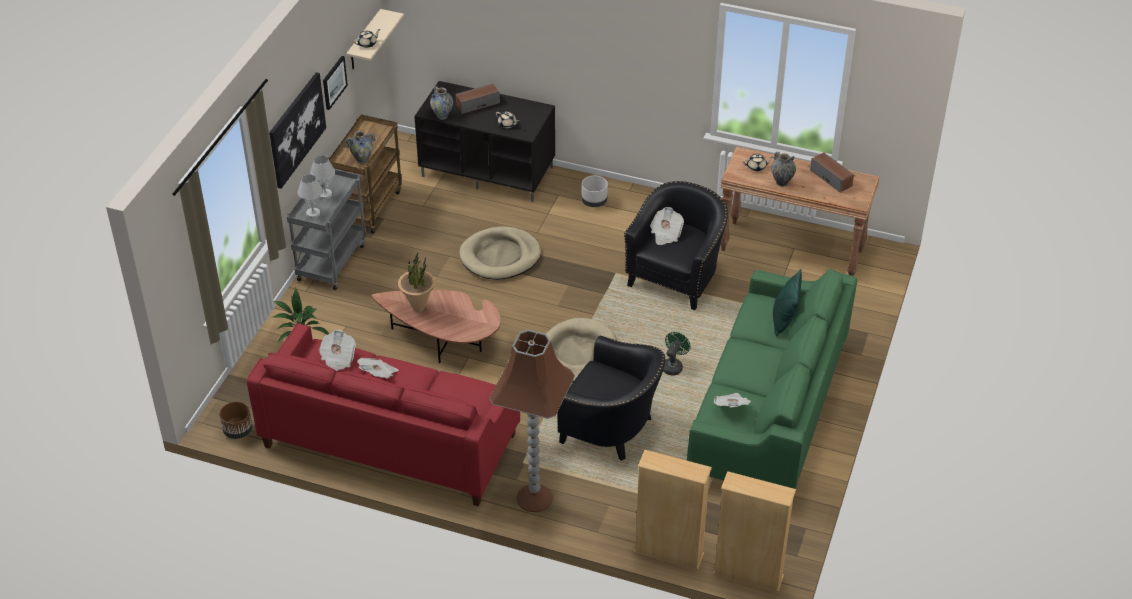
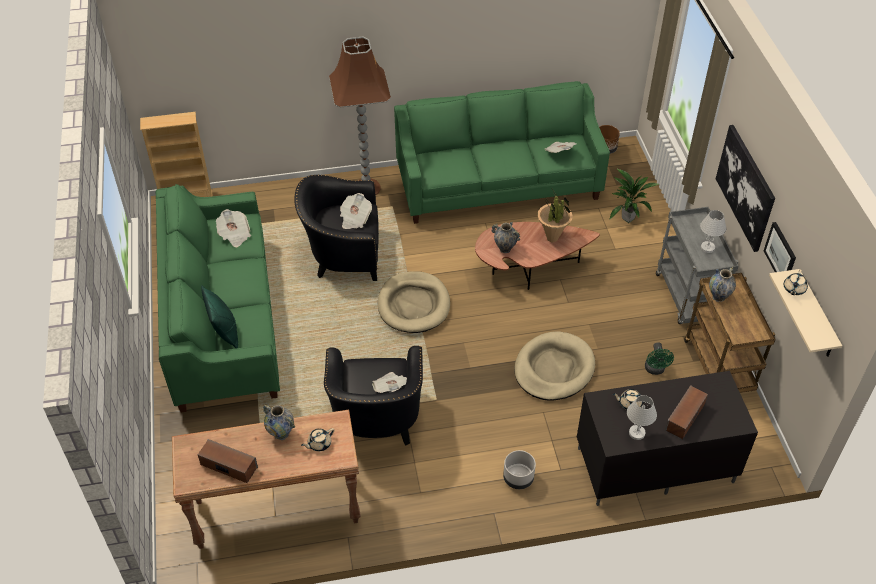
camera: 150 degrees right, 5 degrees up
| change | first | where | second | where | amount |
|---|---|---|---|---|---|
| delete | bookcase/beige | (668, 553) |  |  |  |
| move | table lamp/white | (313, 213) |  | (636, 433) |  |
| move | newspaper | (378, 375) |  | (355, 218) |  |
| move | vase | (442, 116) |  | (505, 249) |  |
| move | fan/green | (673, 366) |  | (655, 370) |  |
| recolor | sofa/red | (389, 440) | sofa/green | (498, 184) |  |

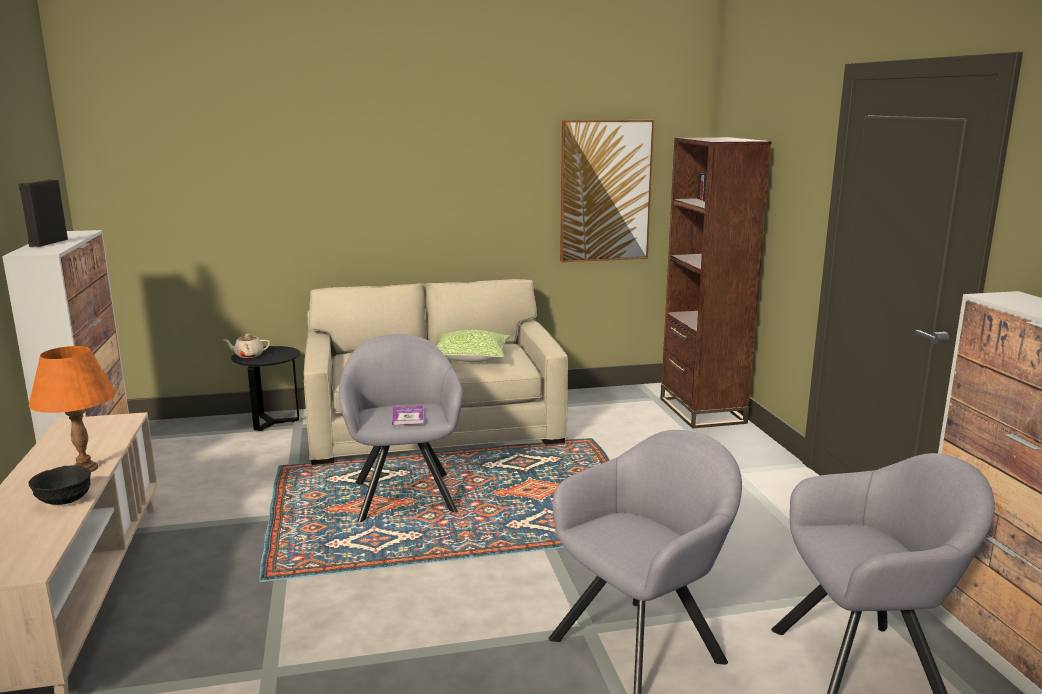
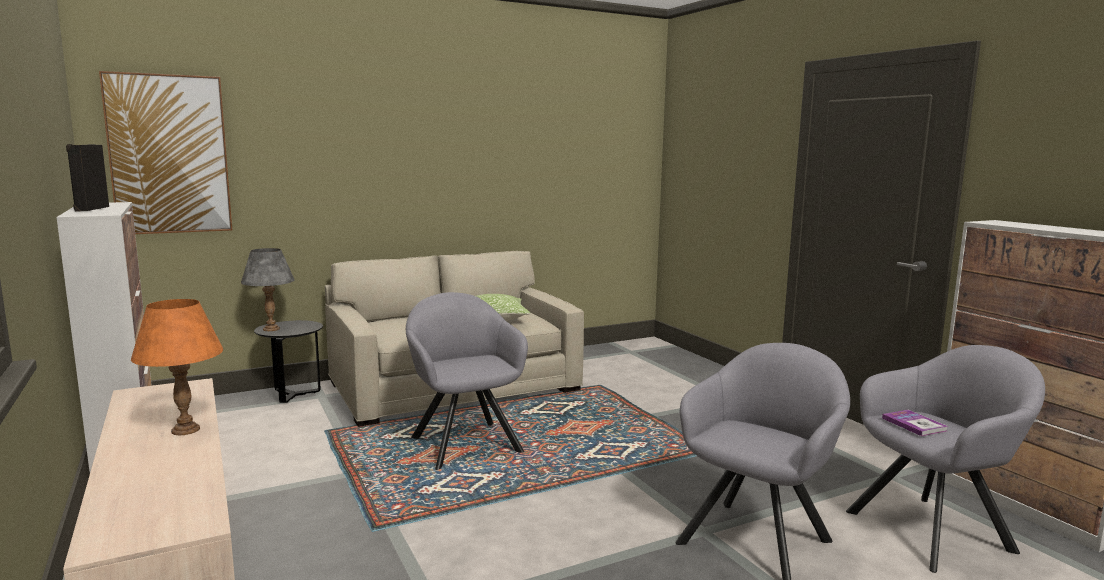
camera: 15 degrees left, 5 degrees down
| change | first | where | second | where | amount |
|---|---|---|---|---|---|
| delete | bowl/black | (63, 500) |  |  |  |
| delete | bookcase/brown | (701, 411) |  |  |  |
| move | book | (408, 417) |  | (914, 424) |  |
| move | picture | (605, 191) |  | (169, 154) |  |
| replace | teapot/beige | (248, 355) | table lamp/grey | (271, 329) |  |

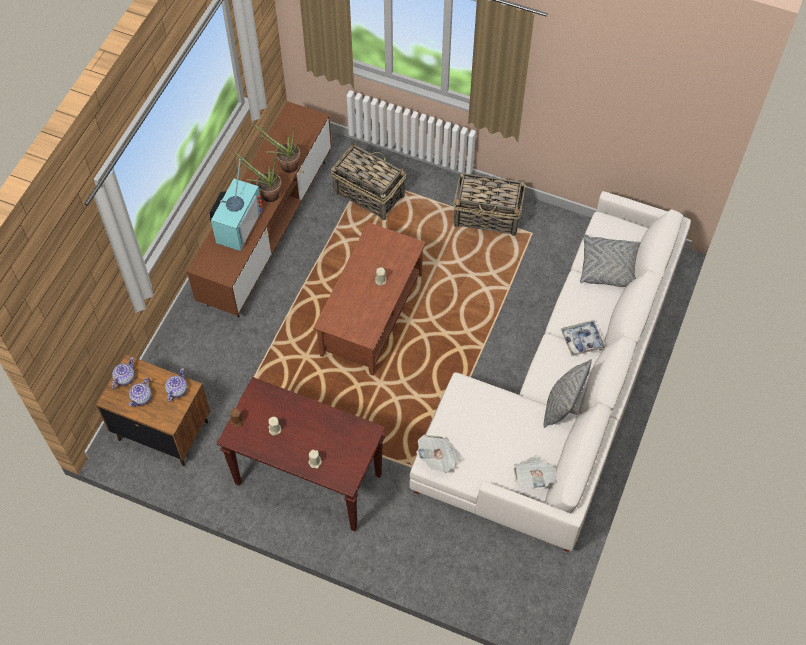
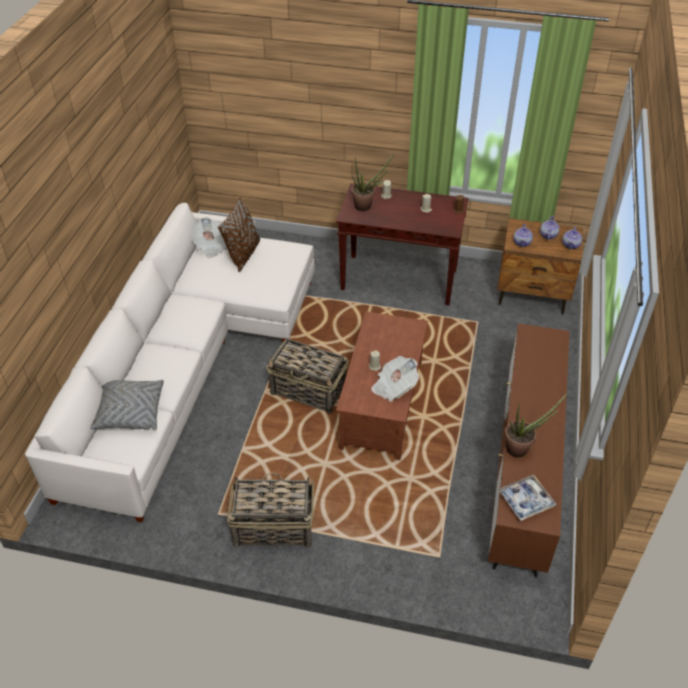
camera: 170 degrees right, 15 degrees down
| change | first | where | second | where | amount |
|---|---|---|---|---|---|
| delete | television | (237, 224) |  |  |  |
| delete | pillow/grey | (562, 405) |  |  |  |
| insert |  |  | pillow/brown | (243, 255) |  |
| move | potted plant | (266, 194) |  | (366, 206) |  |
| move | basket | (368, 194) |  | (309, 391) |  |
| move | newspaper | (439, 458) |  | (394, 387) |  |
| move | tray | (582, 340) |  | (526, 500) |  |

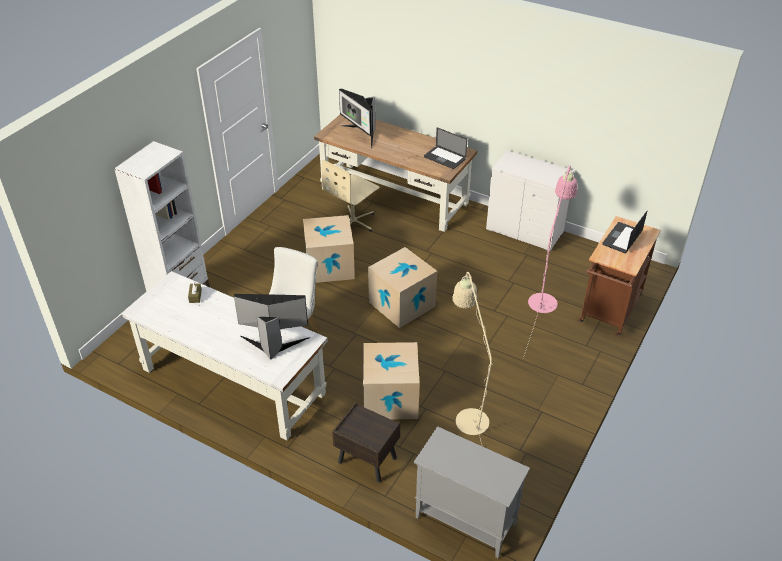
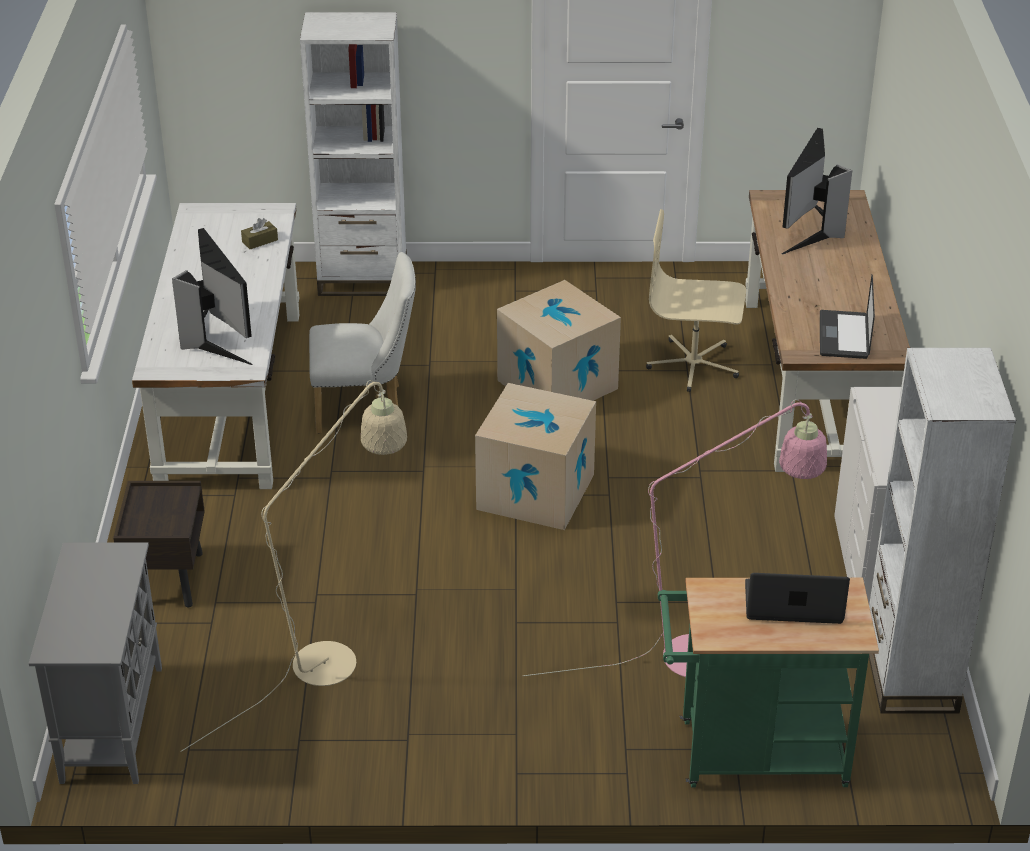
camera: 60 degrees right, 5 degrees down
| change | first | where | second | where | amount |
|---|---|---|---|---|---|
| delete | cardboard box | (390, 398) |  |  |  |
| insert |  |  | bookcase/white | (910, 673) |  |
| recolor | cart/brown | (609, 312) | cart/green | (751, 755) |  |

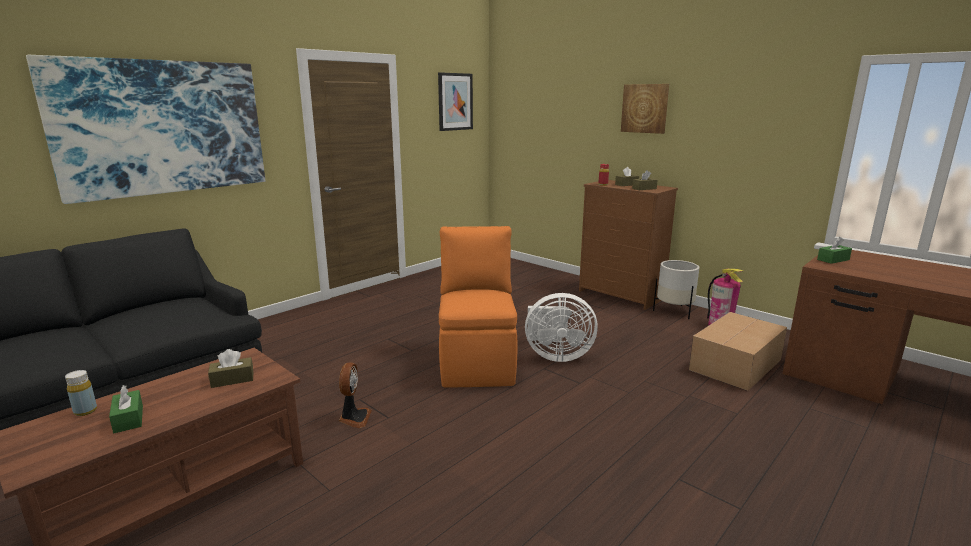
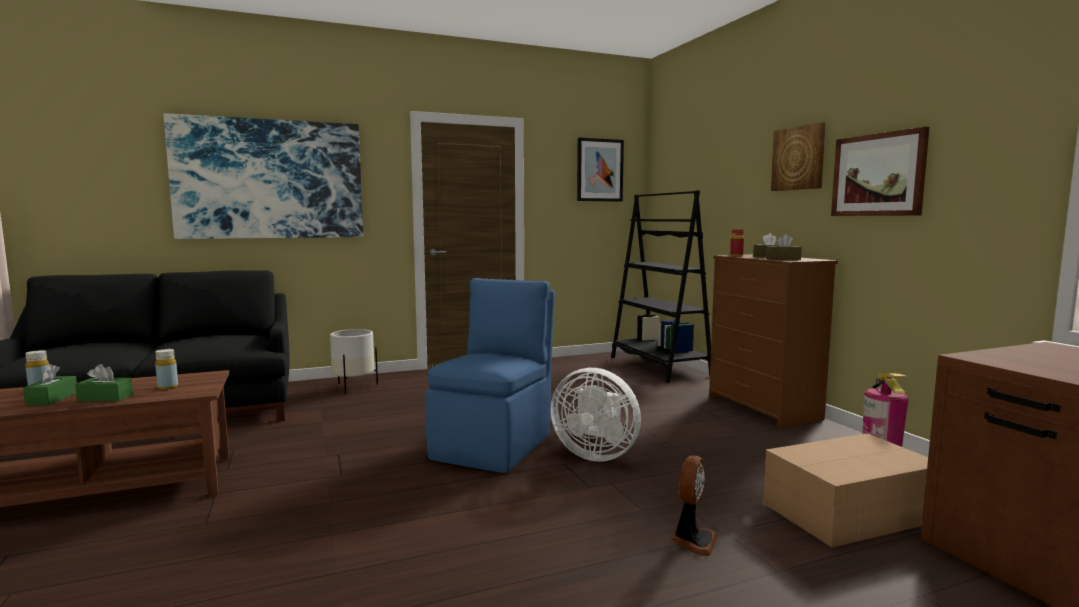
camera: 25 degrees right, 10 degrees down
| change | first | where | second | where | amount |
|---|---|---|---|---|---|
| insert |  |  | bookcase/black | (659, 366) |  |
| insert |  |  | picture | (878, 175) |  |
| move | fan | (354, 418) |  | (693, 540) |  |
| move | planter/white | (674, 311) |  | (354, 387) |  |
| move | tissue box/green | (833, 260) |  | (105, 398) |  |
| replace | tissue box/brown | (232, 379) | bottle/yellow | (168, 387) |  |
| recolor | chair/orange | (477, 363) | chair/blue | (494, 445) |  |

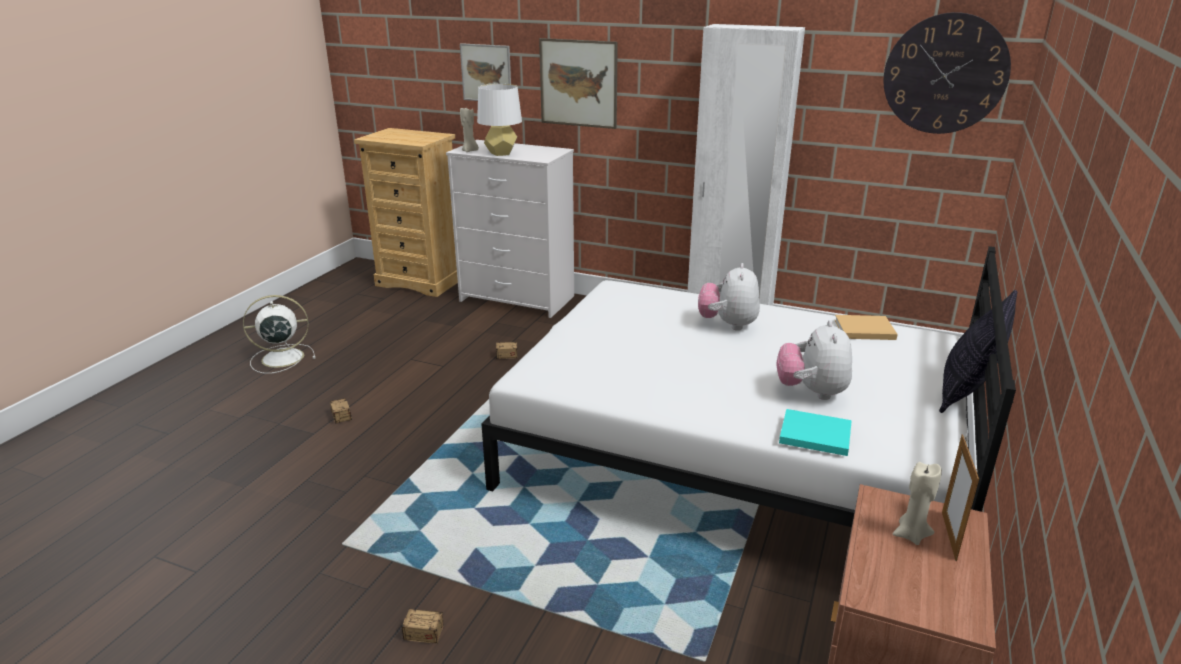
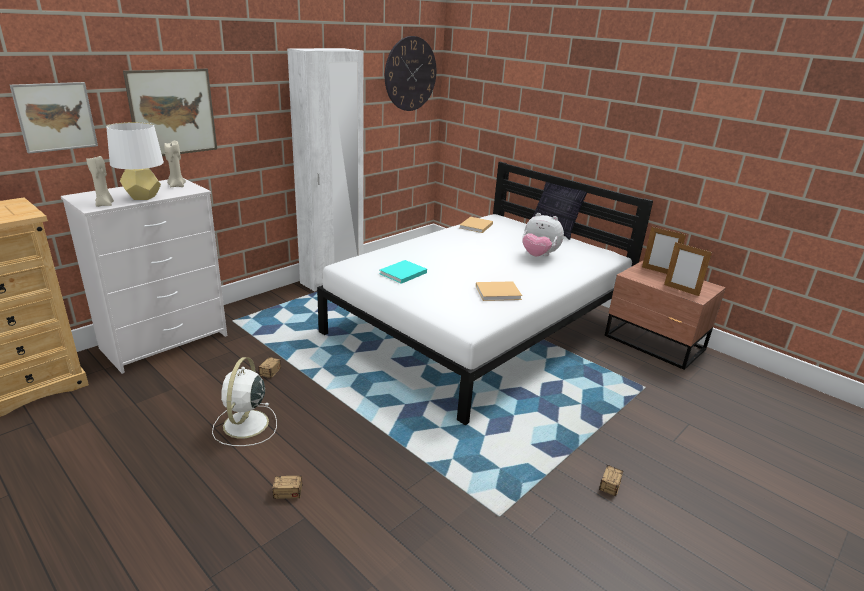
camera: 70 degrees left, 0 degrees up
| change | first | where | second | where | amount |
|---|---|---|---|---|---|
| delete | plush toy | (728, 324) |  |  |  |
| insert |  |  | book/beige | (499, 293) |  |
| insert |  |  | picture frame | (681, 290) |  |
| move | fan/white | (280, 358) |  | (245, 425) |  |
| move | book/turquoise | (812, 434) |  | (402, 273) |  |
| move | candle/beige | (911, 535) |  | (176, 186) |  |

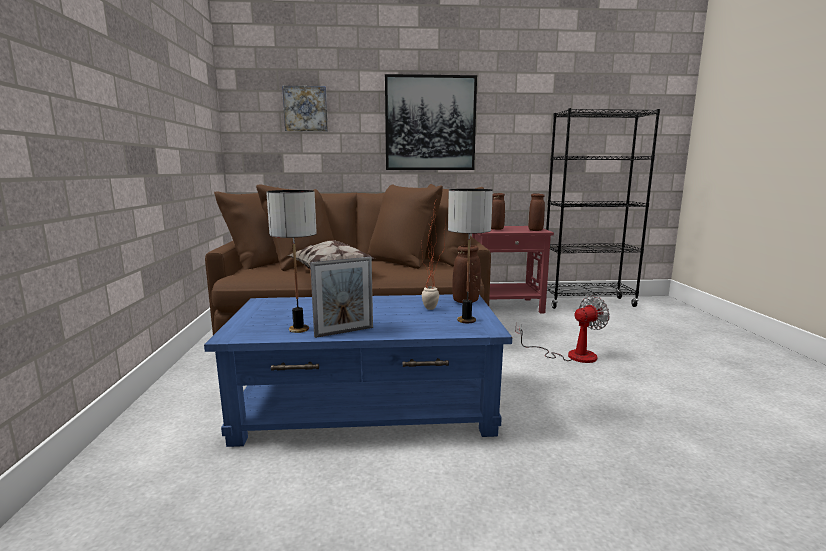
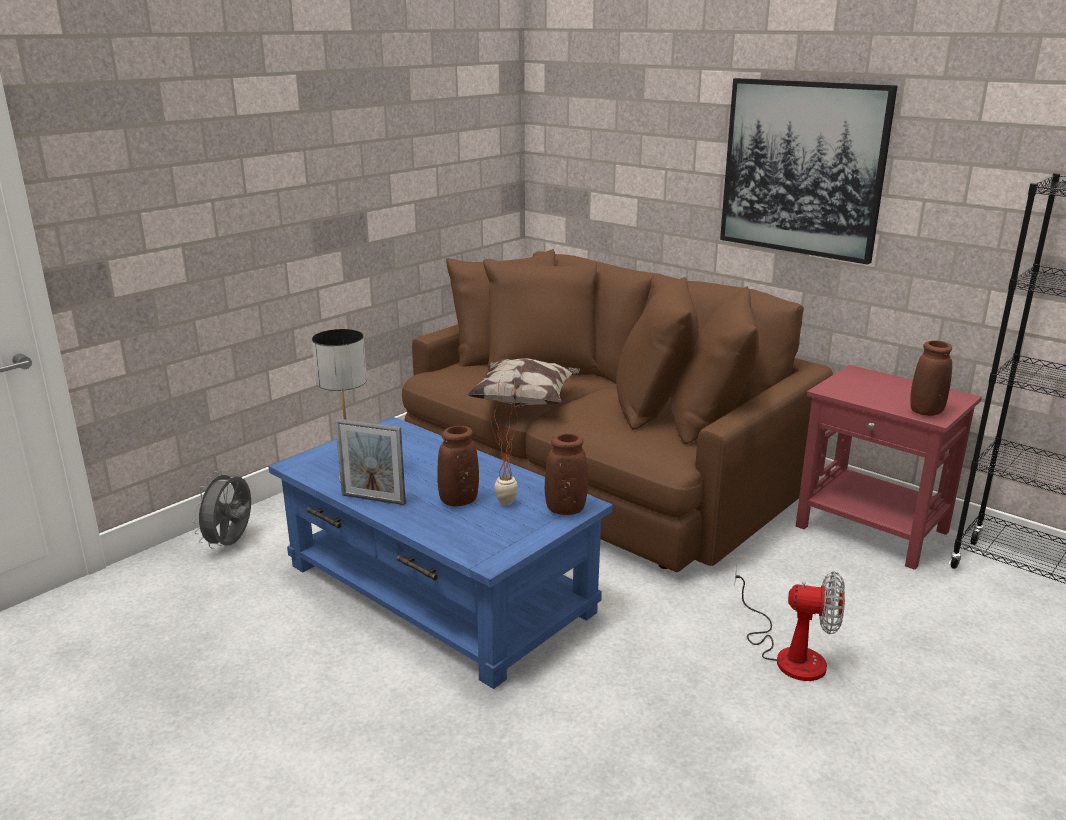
camera: 45 degrees right, 10 degrees up
| change | first | where | second | where | amount |
|---|---|---|---|---|---|
| delete | picture | (305, 109) |  |  |  |
| delete | table lamp | (467, 320) |  |  |  |
| insert |  |  | fan/grey | (231, 544) |  |
| move | vase/brown | (496, 229) |  | (459, 501) |  |

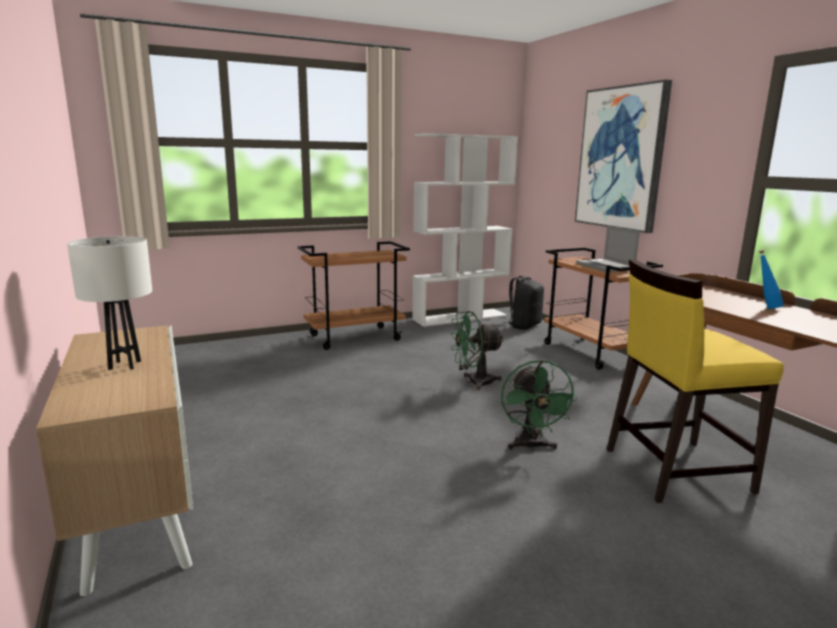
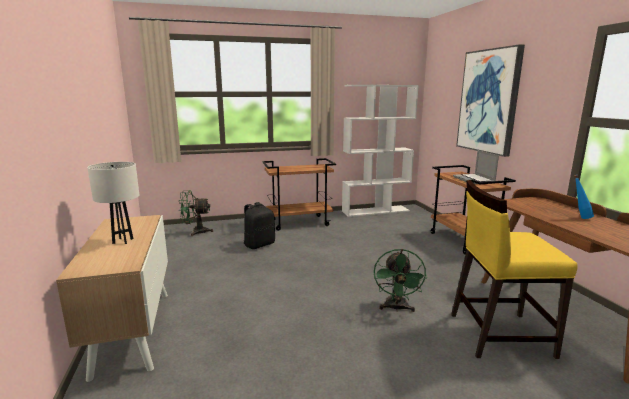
camera: 10 degrees right, 0 degrees up
| change | first | where | second | where | amount |
|---|---|---|---|---|---|
| move | fan/green | (474, 382) |  | (195, 232) |  |
| move | backpack/black | (524, 325) |  | (259, 244) |  |

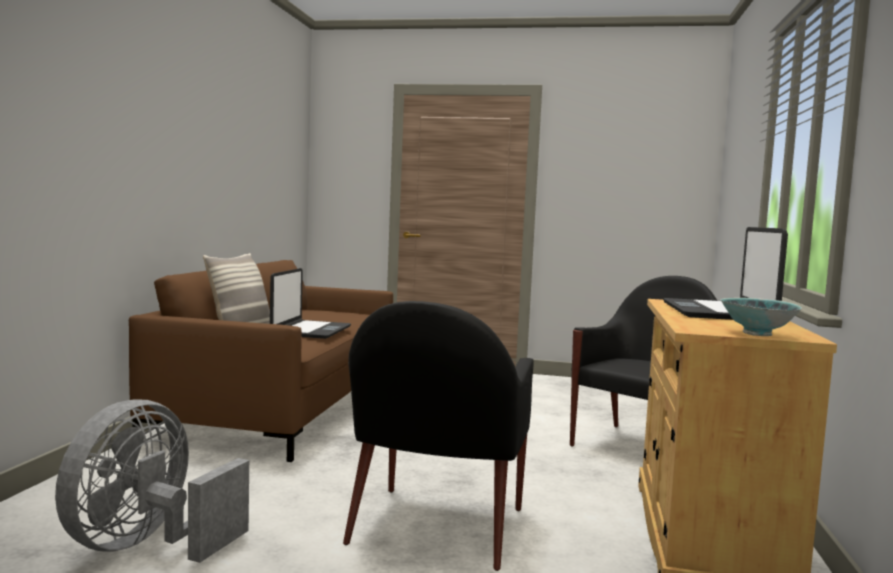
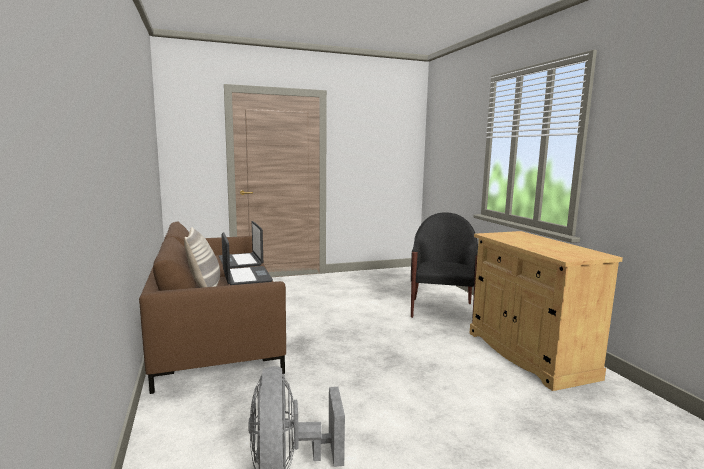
camera: 30 degrees left, 5 degrees up
| change | first | where | second | where | amount |
|---|---|---|---|---|---|
| delete | armchair/black | (435, 528) |  |  |  |
| delete | bowl | (756, 334) |  |  |  |
| move | laptop | (718, 312) |  | (241, 261) |  |

